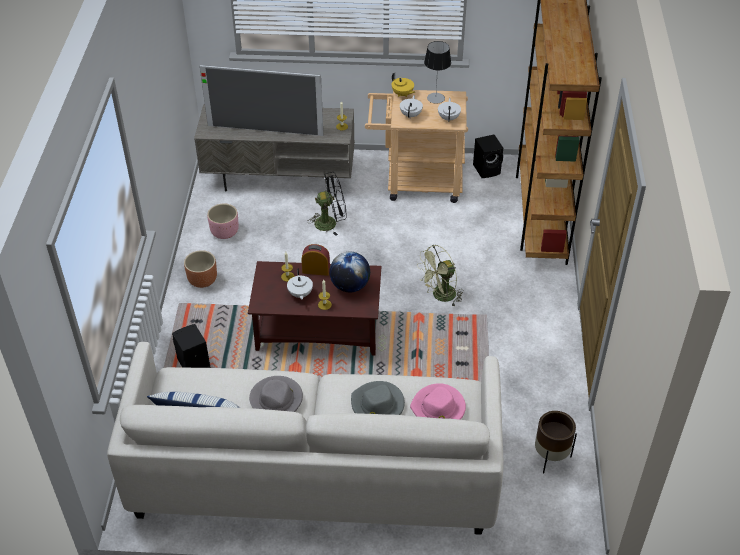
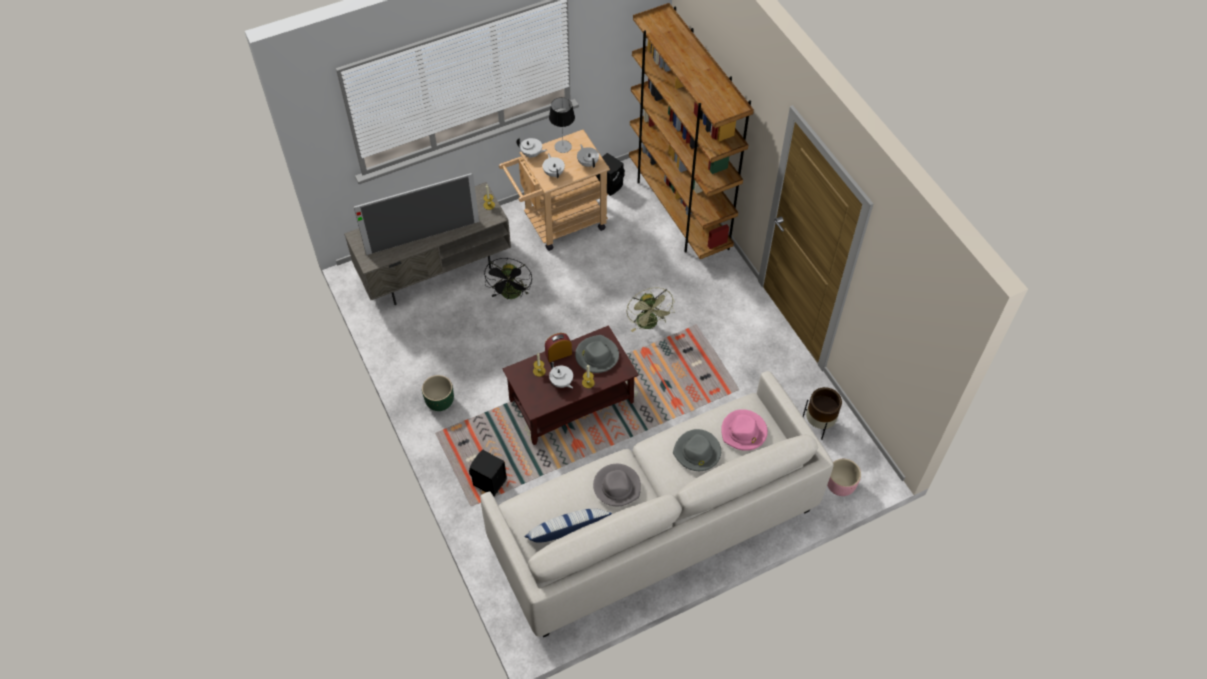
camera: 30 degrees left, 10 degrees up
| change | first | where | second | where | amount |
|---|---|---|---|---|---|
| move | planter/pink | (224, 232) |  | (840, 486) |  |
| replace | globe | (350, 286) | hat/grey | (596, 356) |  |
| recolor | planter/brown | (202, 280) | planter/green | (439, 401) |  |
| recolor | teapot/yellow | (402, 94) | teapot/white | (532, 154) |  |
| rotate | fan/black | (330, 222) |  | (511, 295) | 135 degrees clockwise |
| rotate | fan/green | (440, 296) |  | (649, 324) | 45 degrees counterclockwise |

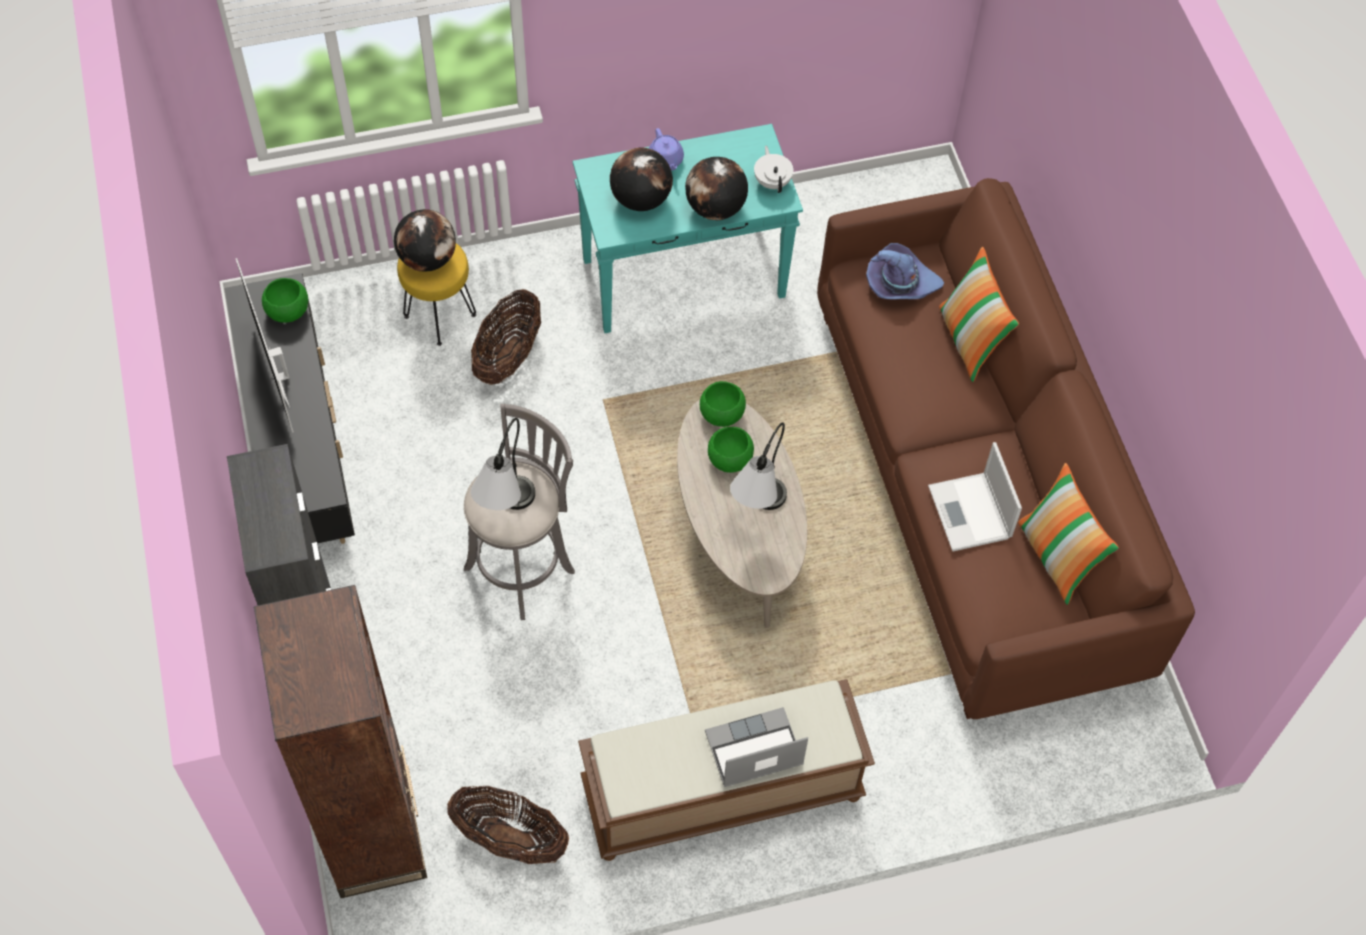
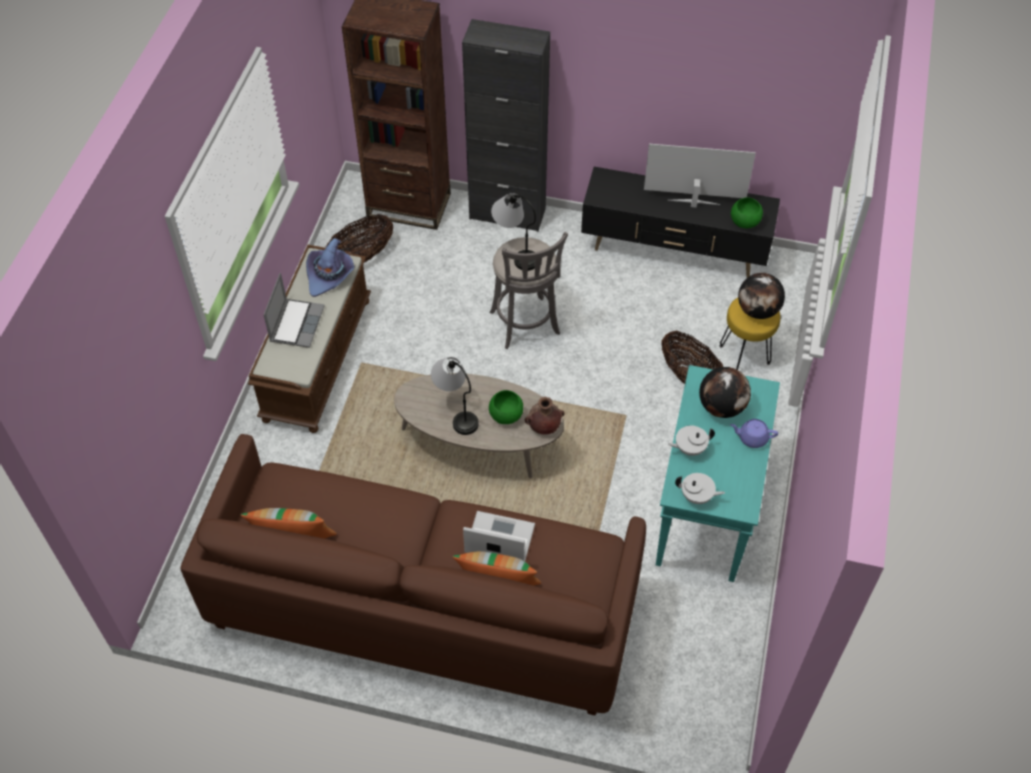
camera: 120 degrees right, 5 degrees down
| change | first | where | second | where | amount |
|---|---|---|---|---|---|
| move | hat/purple | (900, 283) |  | (330, 275) |  |
| move | laptop | (970, 513) |  | (498, 539) |  |
| replace | globe | (715, 208) | teapot/white | (689, 448) |  |
| replace | bowl/green | (722, 413) | vase/brown | (543, 427) |  |

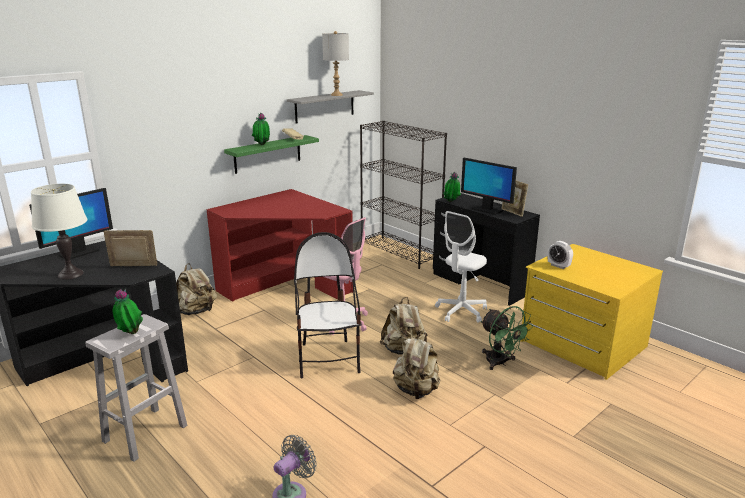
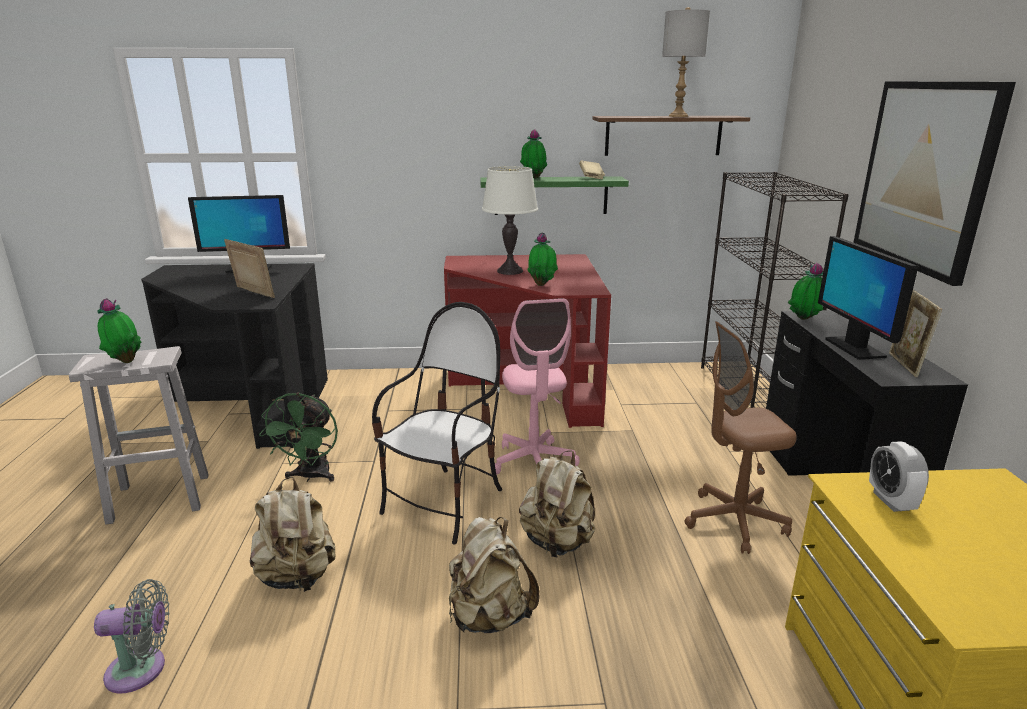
camera: 40 degrees right, 0 degrees up
| change | first | where | second | where | amount |
|---|---|---|---|---|---|
| insert |  |  | potted plant | (542, 284) |  |
| insert |  |  | picture | (925, 176) |  |
| move | table lamp/white | (70, 274) |  | (510, 271) |  |
| move | backpack/beige | (196, 311) |  | (297, 577) |  |
| move | fan/green | (500, 363) |  | (311, 476) |  |
| recolor | shelf/grey | (324, 106) | shelf/brown | (663, 135) |  |
| recolor | office chair/white | (461, 311) | office chair/brown | (734, 521) |  |

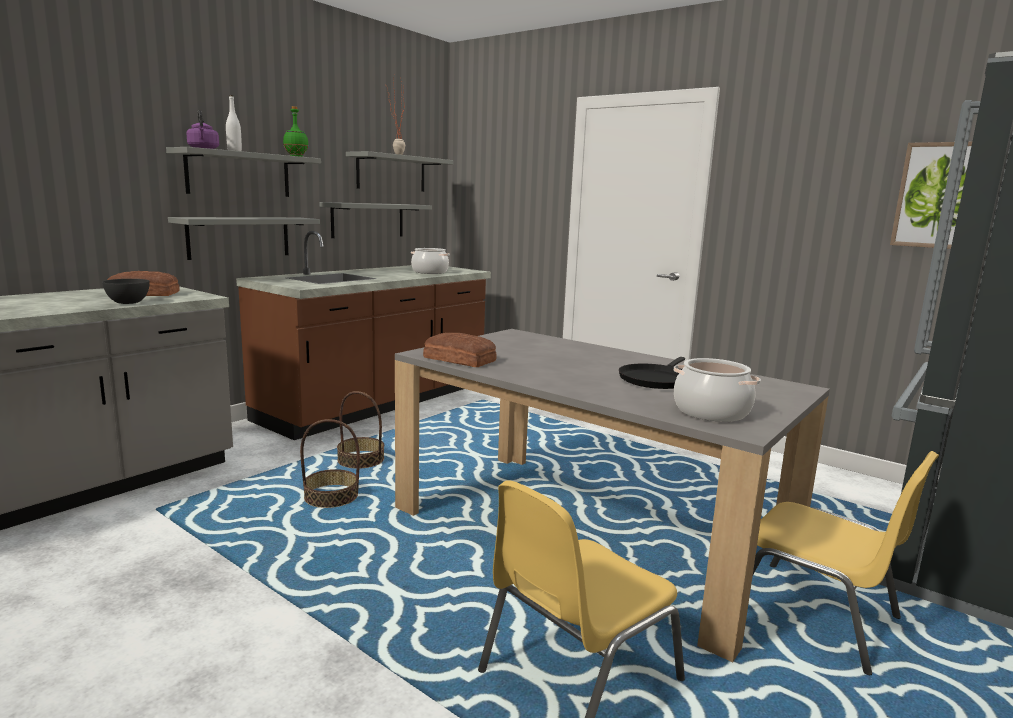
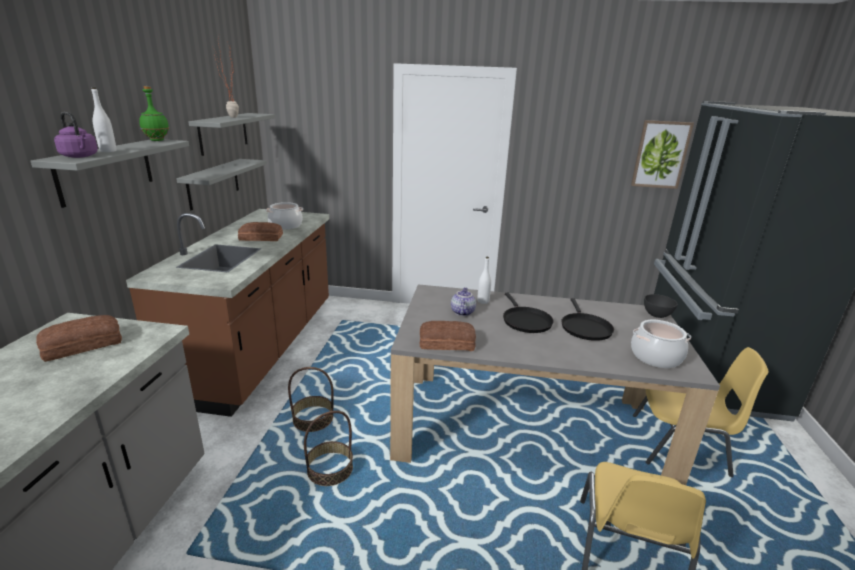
camera: 30 degrees left, 10 degrees up
| change | first | where | second | where | amount |
|---|---|---|---|---|---|
| delete | shelf/grey | (239, 237) |  |  |  |
| insert |  |  | bread | (261, 238) |  |
| insert |  |  | teapot | (462, 312) |  |
| insert |  |  | bottle/white | (483, 301) |  |
| insert |  |  | frying pan/black | (525, 321) |  |
| move | bowl/grey | (128, 303) |  | (657, 315) |  |

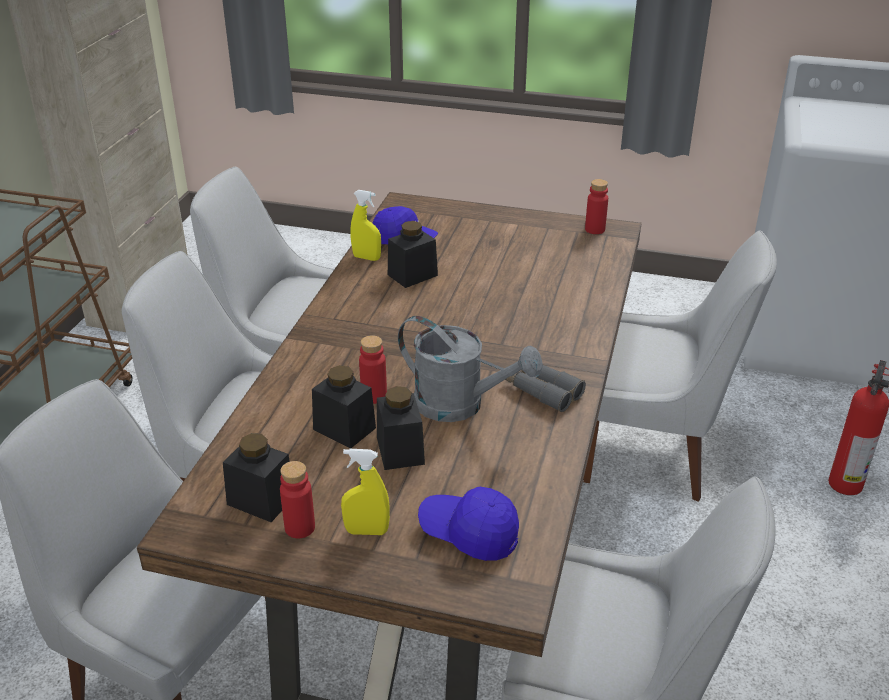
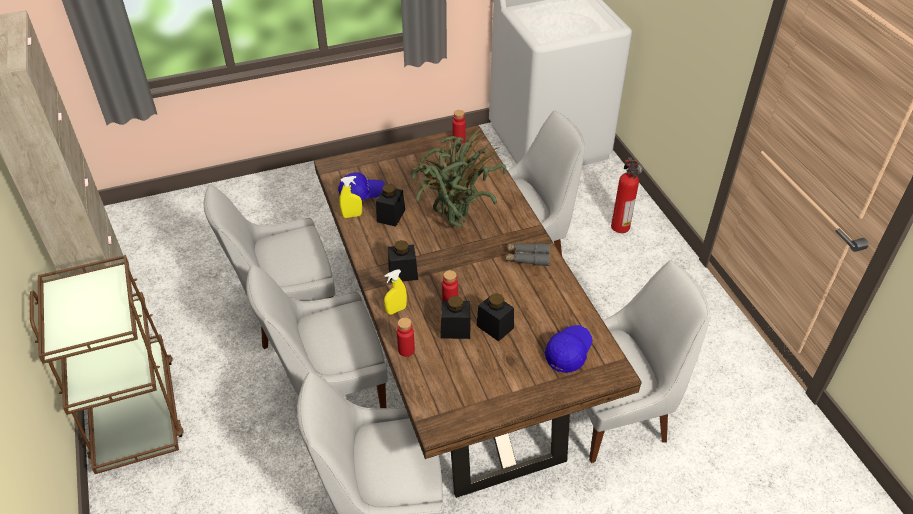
camera: 35 degrees left, 10 degrees up
| change | first | where | second | where | amount |
|---|---|---|---|---|---|
| delete | watering can/grey | (460, 405) |  |  |  |
| insert |  |  | potted plant | (454, 226) |  |
| move | jar/black | (261, 500) |  | (403, 273) |  |
| move | bottle/red | (300, 527) |  | (406, 350) |  |
| move | spray bottle/yellow | (366, 531) |  | (396, 310) |  |
| rotate | cap/blue | (469, 533) |  | (568, 352) | 135 degrees clockwise |

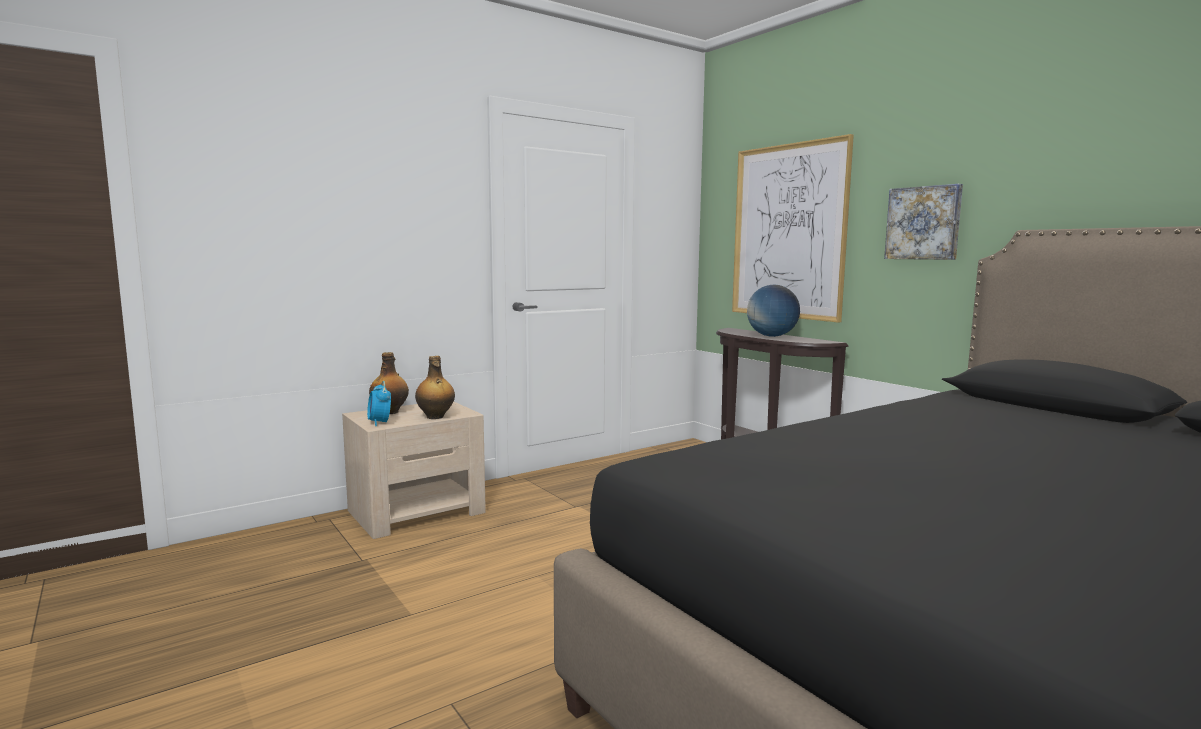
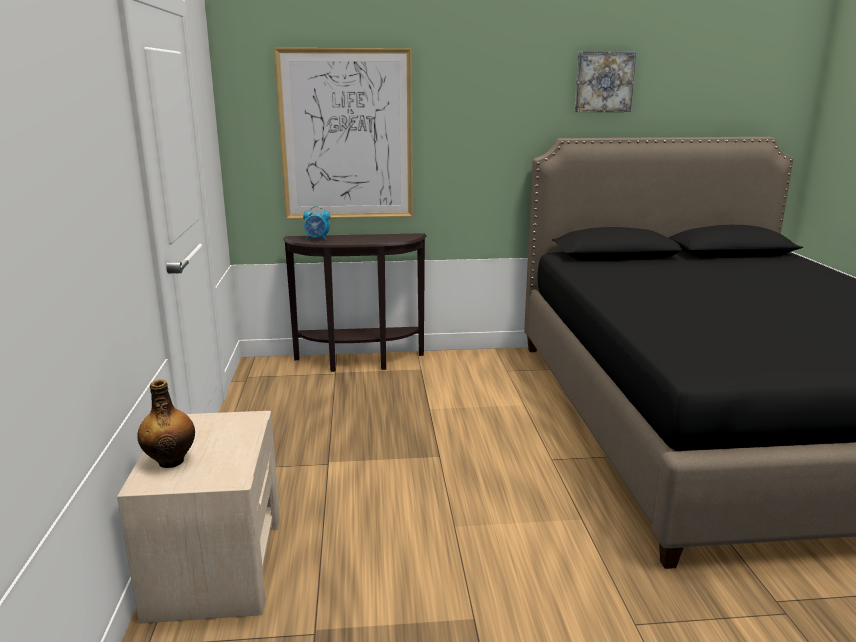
camera: 60 degrees left, 10 degrees up
| change | first | where | second | where | amount |
|---|---|---|---|---|---|
| delete | bottle | (435, 417) |  |  |  |
| delete | globe | (771, 336) |  |  |  |
| move | alarm clock | (379, 423) |  | (317, 239) |  |
| move | picture | (924, 223) |  | (603, 82) |  |

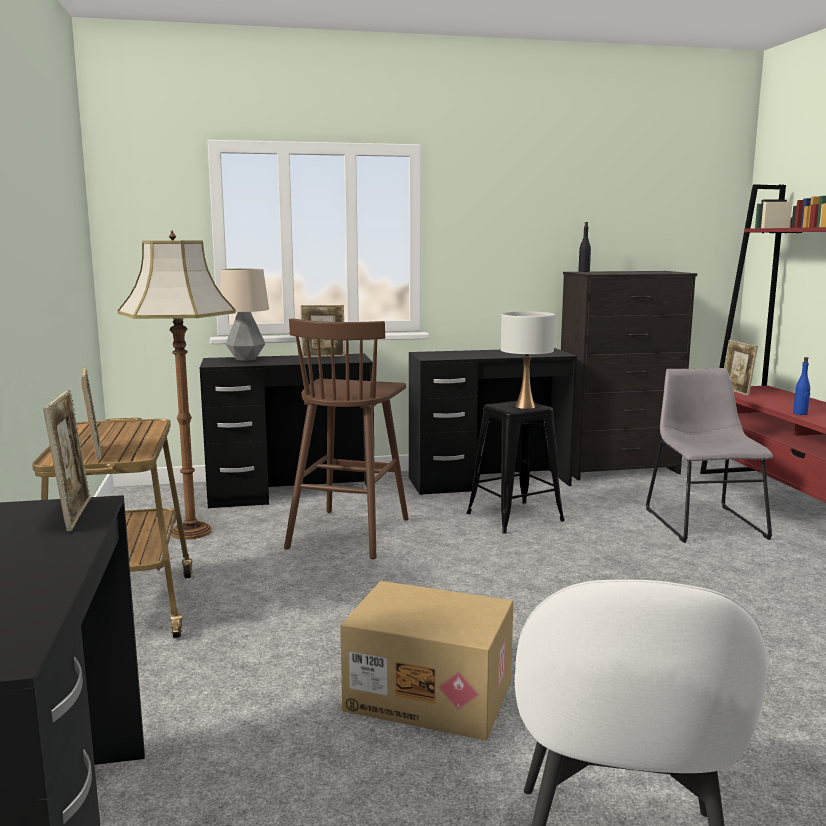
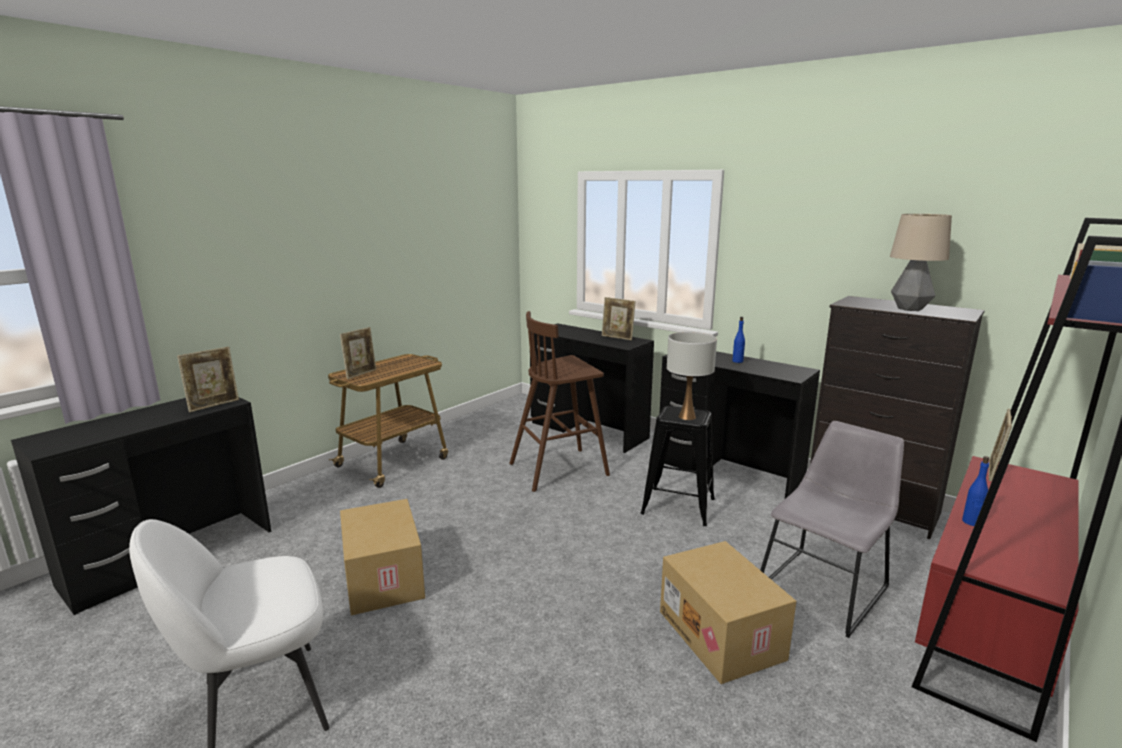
camera: 50 degrees right, 5 degrees up
| change | first | where | second | where | amount |
|---|---|---|---|---|---|
| delete | floor lamp | (191, 531) |  |  |  |
| delete | bottle/black | (584, 271) |  |  |  |
| insert |  |  | cardboard box | (722, 635) |  |
| insert |  |  | bottle/blue | (737, 361) |  |
| move | table lamp | (246, 359) |  | (910, 309) |  |

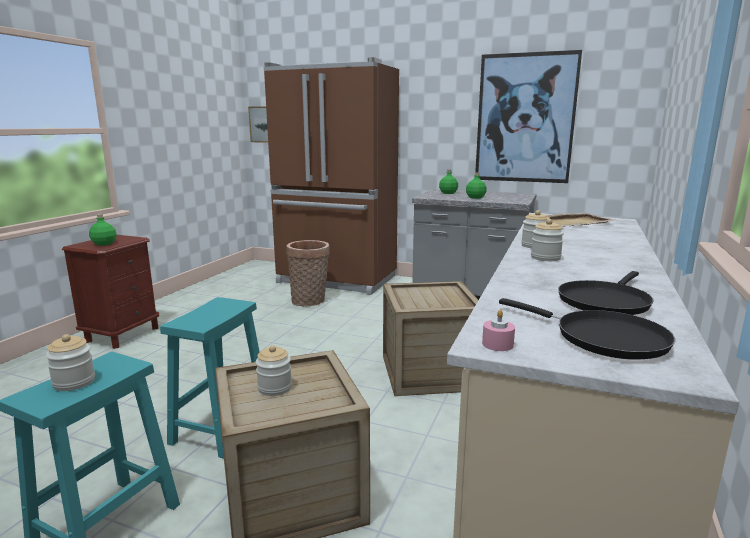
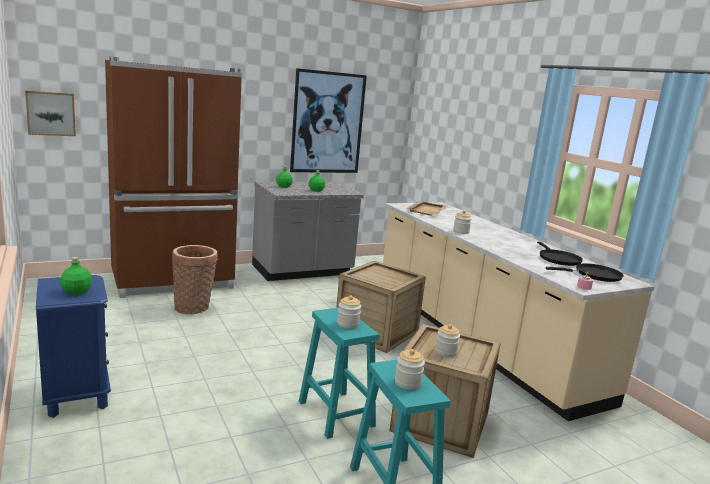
camera: 50 degrees left, 0 degrees up
| change | first | where | second | where | amount |
|---|---|---|---|---|---|
| move | jar | (545, 258) |  | (348, 324) |  |
| recolor | nightstand/brown | (123, 334) | nightstand/blue | (76, 395) |  |

